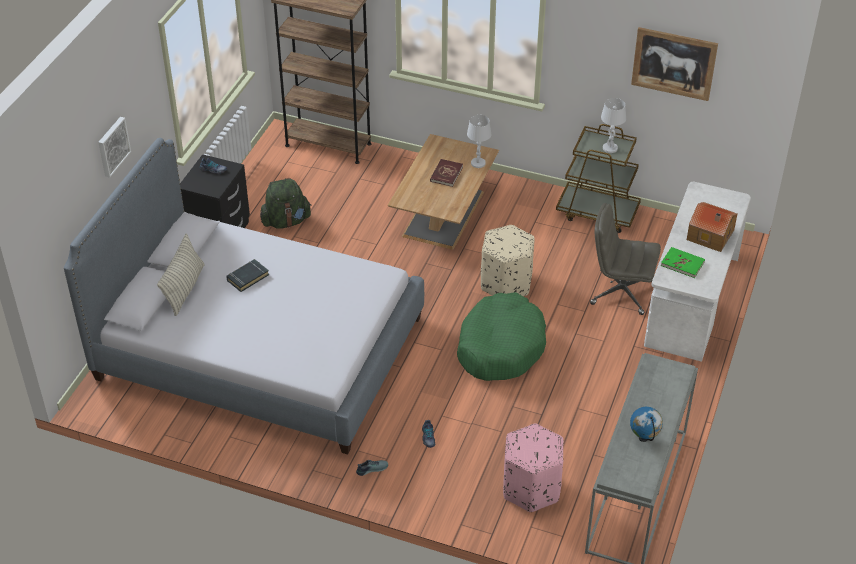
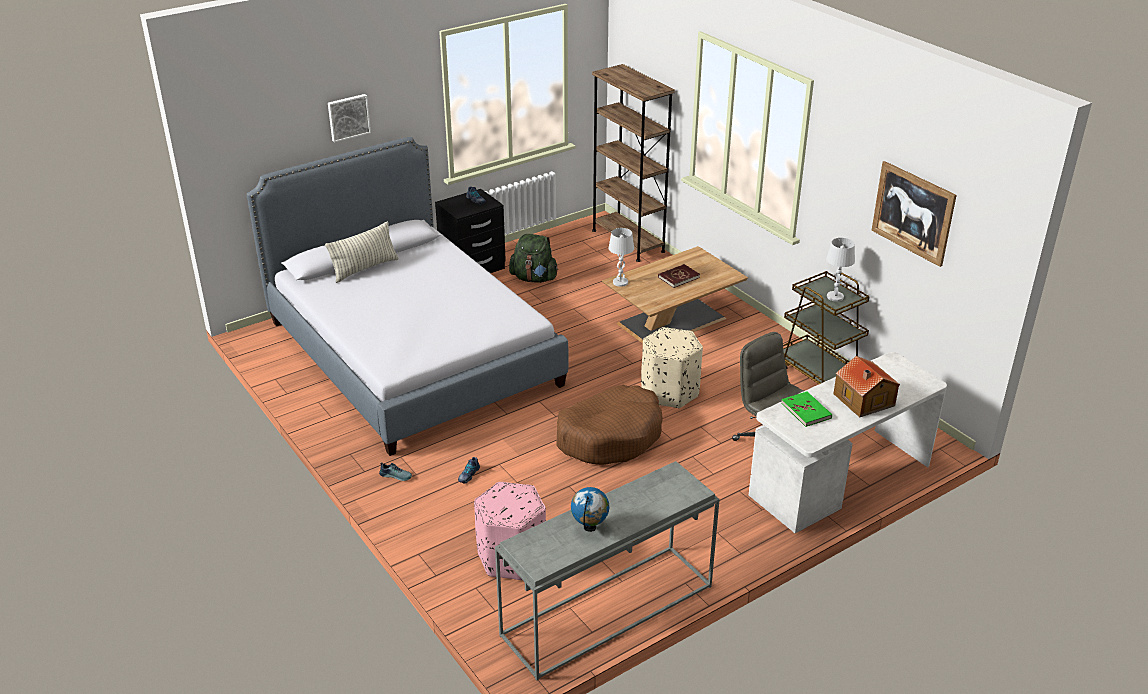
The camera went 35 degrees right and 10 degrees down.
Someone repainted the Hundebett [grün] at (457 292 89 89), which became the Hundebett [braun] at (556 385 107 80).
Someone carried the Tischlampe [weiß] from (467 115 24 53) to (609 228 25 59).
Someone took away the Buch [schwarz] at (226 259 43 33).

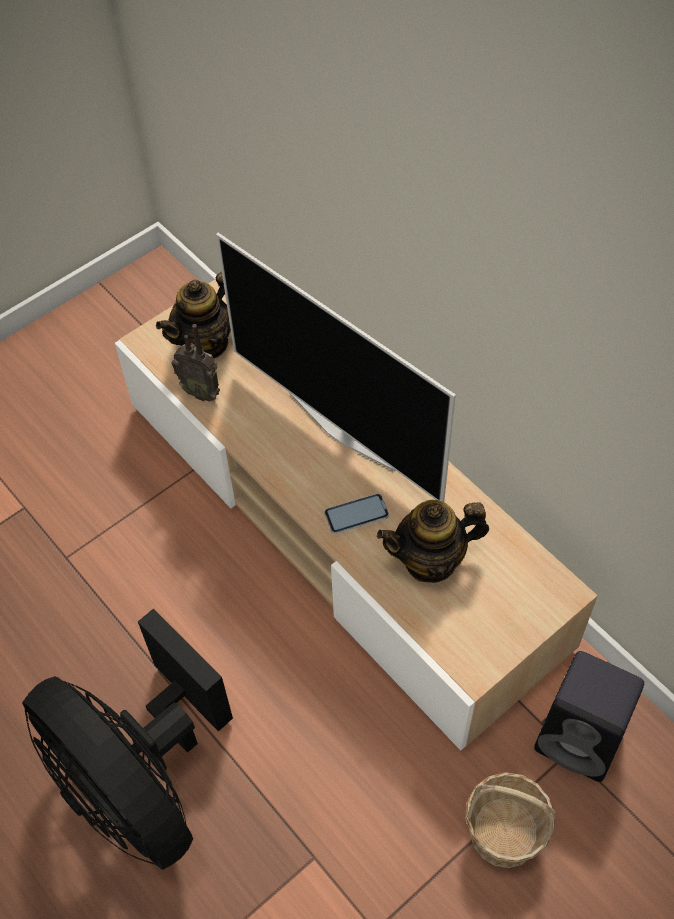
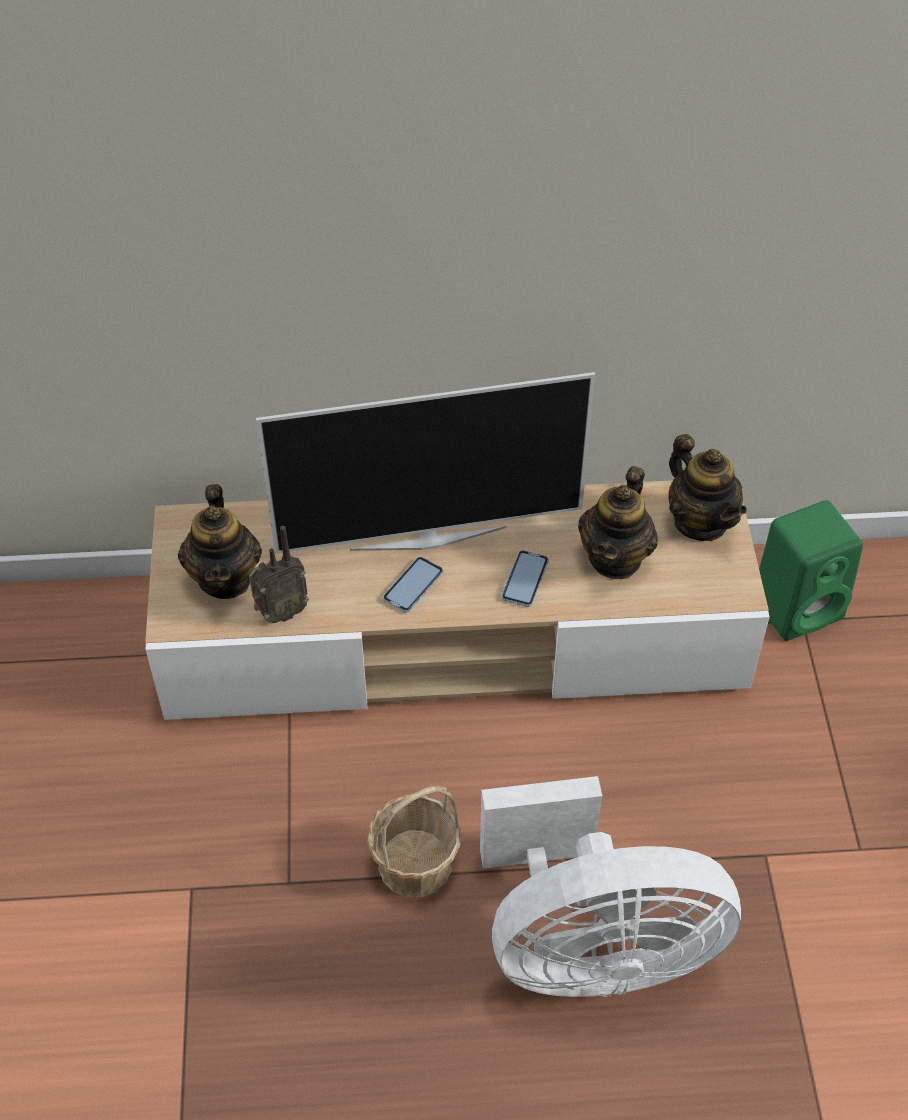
The camera went 55 degrees left and 5 degrees down.
Someone carried the Korb from (465 772 91 96) to (367 786 94 111).
Someone put down the Handy at (383 557 60 56).
Someone repainted the Ventilator [schwarz] at (22 609 211 261), which became the Ventilator [weiß] at (480 776 261 221).
Someone put down the Teekanne at (668 434 79 107).
Someone repainted the Lautsprecher [schwarz] at (534 651 110 131), which became the Lautsprecher [grün] at (759 500 104 141).

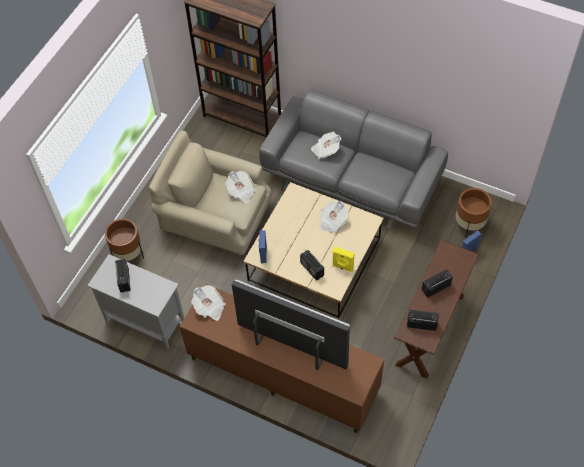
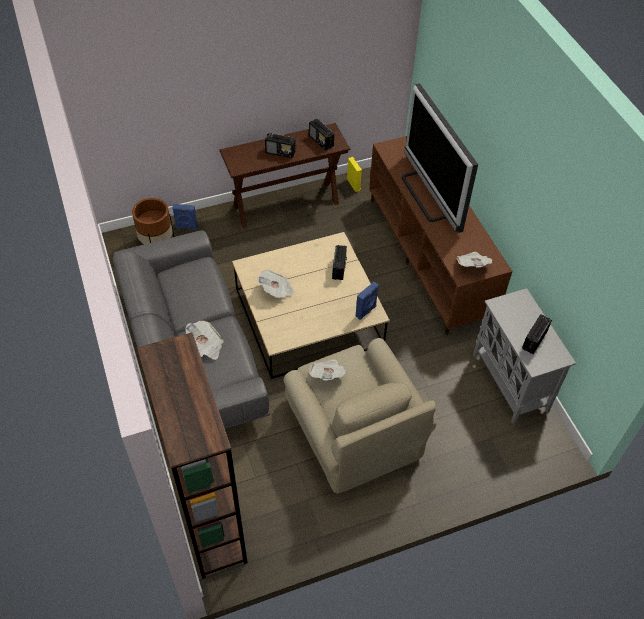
The camera went 140 degrees left and 5 degrees down.
Someone carried the Lautsprecher [gelb] from (332 247 23 25) to (347 157 15 35).
Someone took away the Pflanzkübel [braun] at (105 219 39 42).

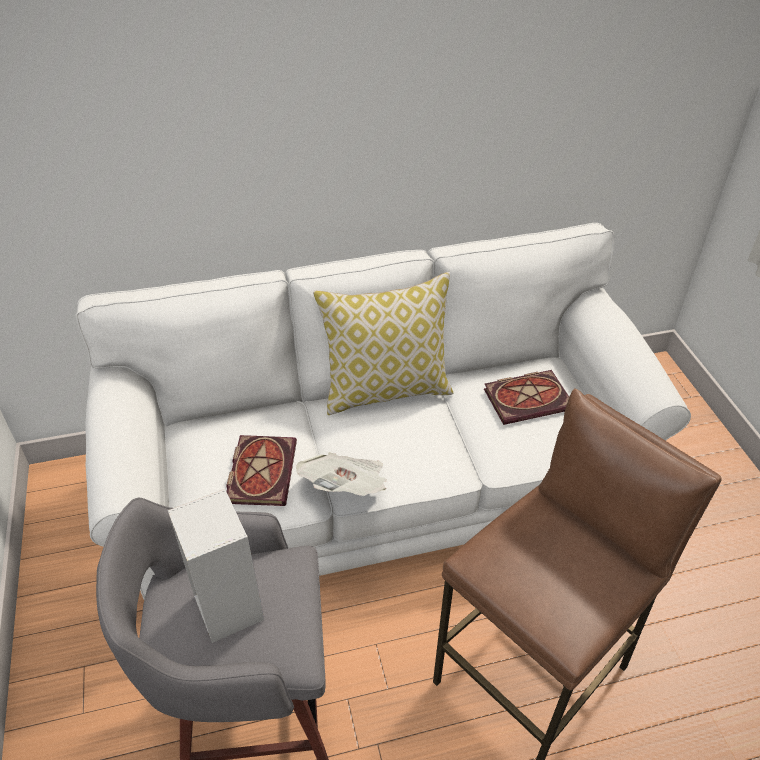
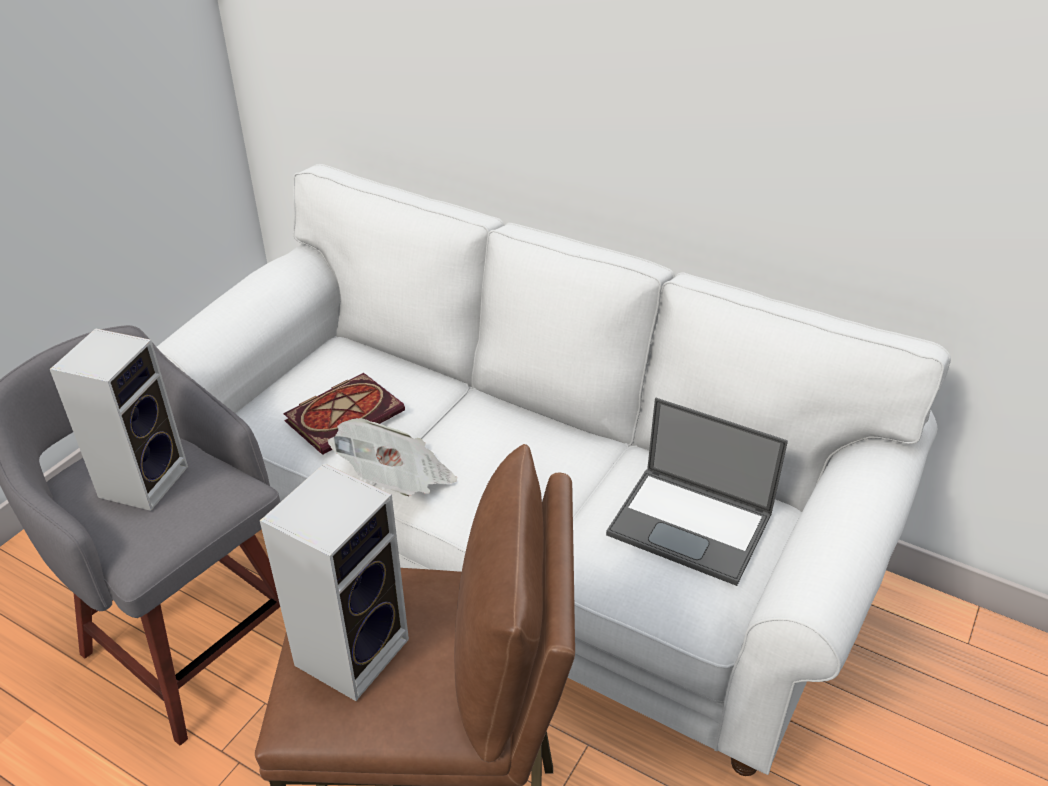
The camera went 45 degrees right and 5 degrees down.
Someone put down the Lautsprecher at (260 463 149 238).
Someone swapped the Buch at (484 370 85 55) for the Laptop at (606 398 182 188).
Someone took away the Kissen at (313 272 141 143).

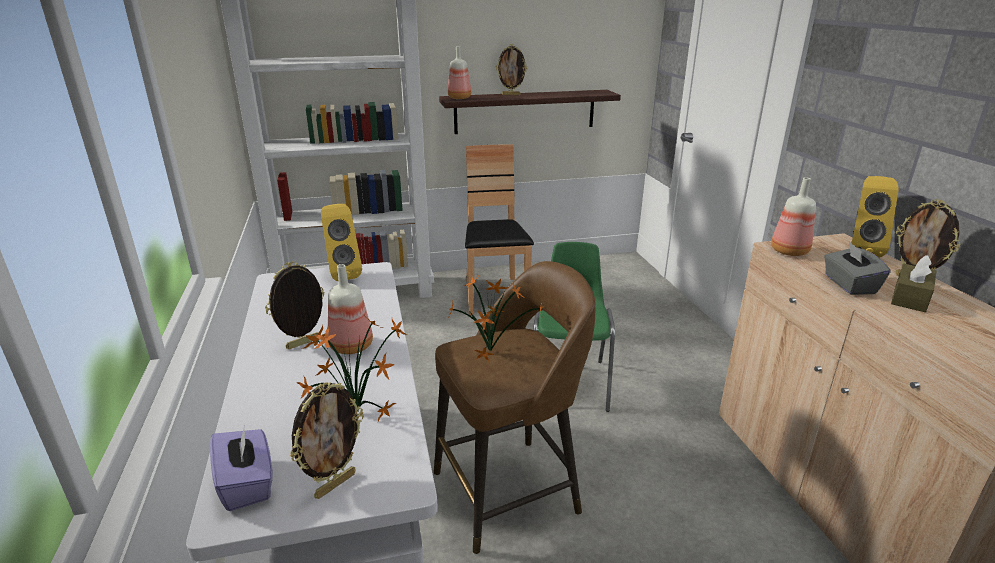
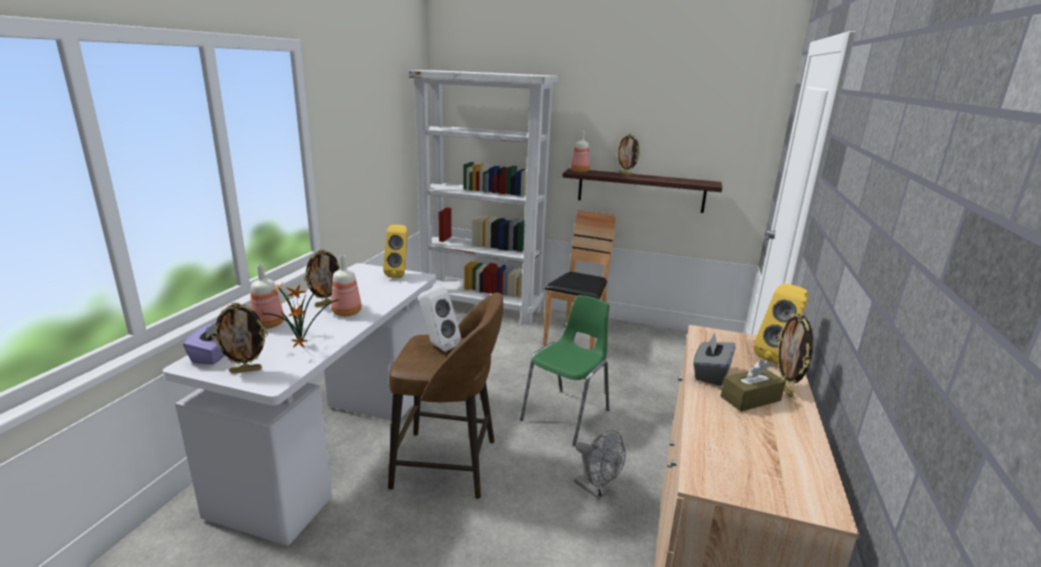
The camera went 30 degrees right and 5 degrees down.
Someone carried the Flasche from (771 177 45 79) to (250 264 34 65).
Someone rotated the Bilderrahmen at (265 262 59 87) by 150 degrees clockwise.
Someone swapped the Topfpflanze at (449 277 94 85) for the Lautsprecher [weiß] at (419 286 42 66).
Someone put down the Ventilator [grau] at (574 430 52 69).

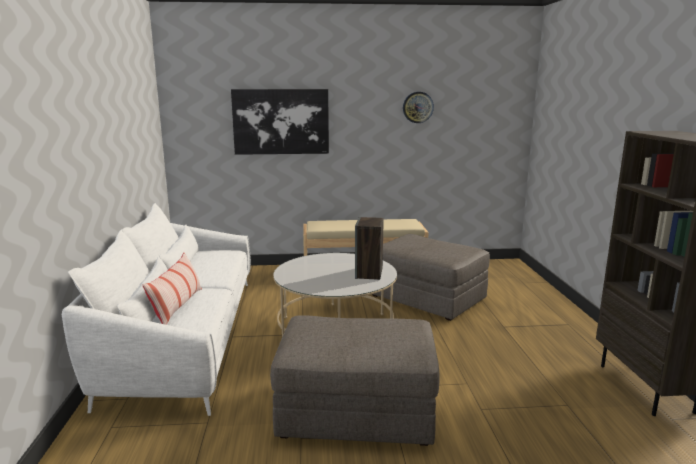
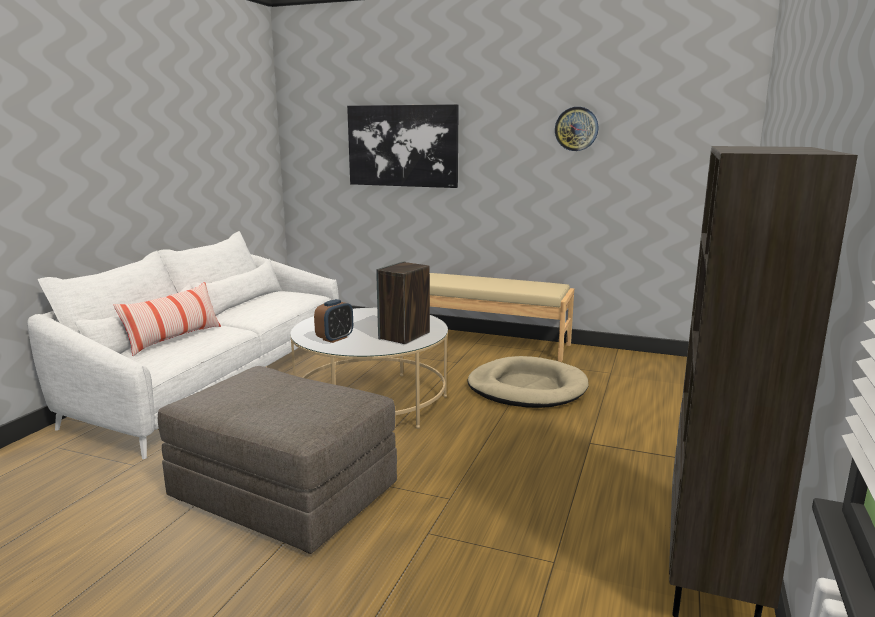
The camera went 25 degrees right and 0 degrees up.
Someone put down the Wecker at (314 299 39 44).
Someone swapped the Polsterhocker [grau] at (372 234 118 87) for the Hundebett [beige] at (468 356 121 52).

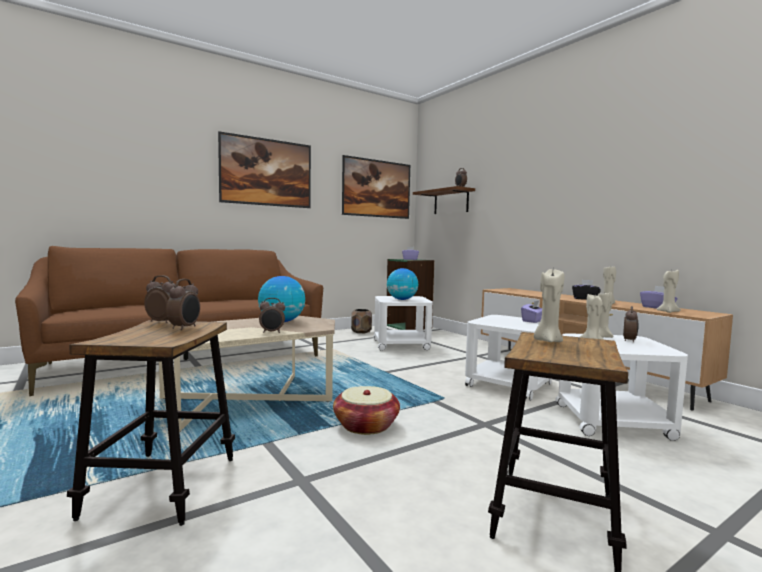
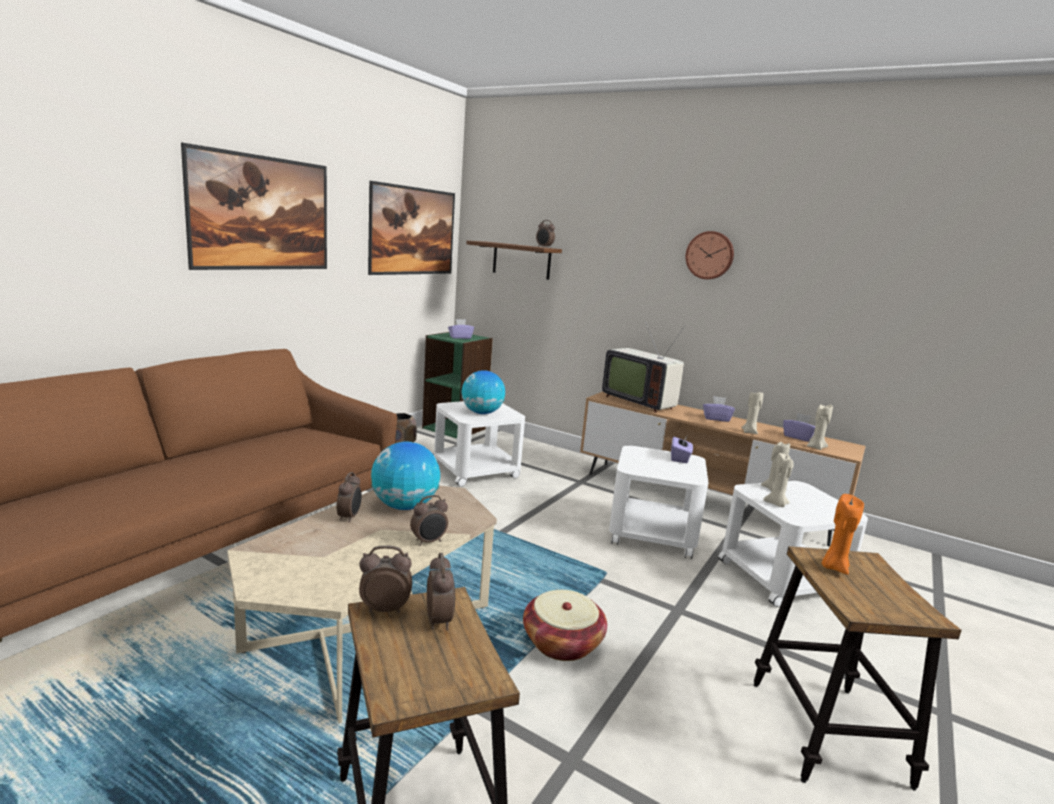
The camera went 25 degrees left and 10 degrees up.
Someone carried the Wecker from (623 306 15 37) to (336 472 26 51).
Someone put down the Fernseher at (602 321 83 92).
Someone put up the Wanduhr at (685 231 49 48).
Someone repainted the Taschentuchbox [schwarz] at (572 280 29 20), which became the Taschentuchbox [lila] at (703 396 32 26).
Someone repainted the Kerze [beige] at (534 269 31 73), which became the Kerze [orange] at (822 494 42 81).

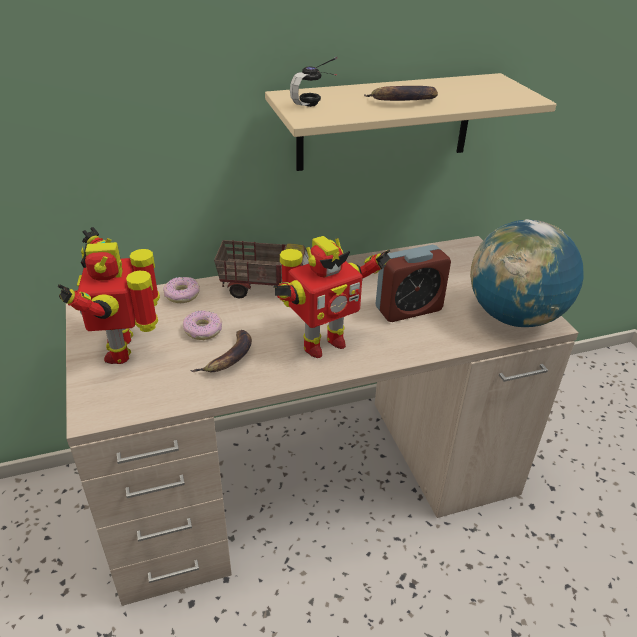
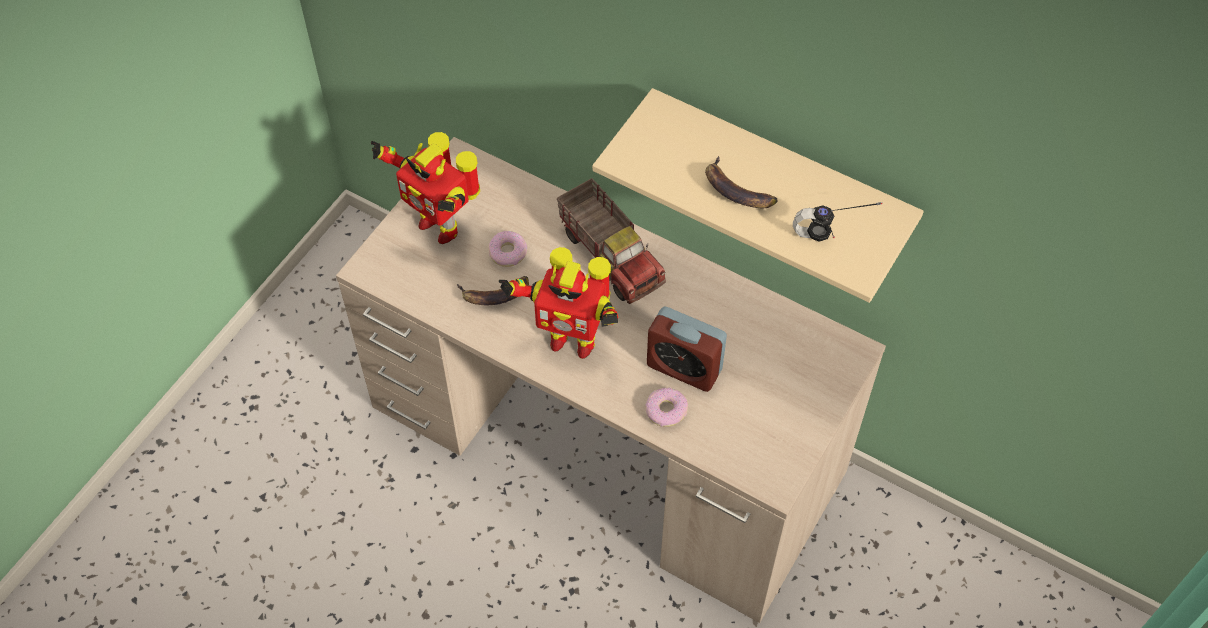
The camera went 50 degrees right and 20 degrees up.
Someone rotated the Spielzeugroboter at (58 227 102 137) by 90 degrees counterclockwise.
Someone carried the Donut from (163 277 37 26) to (645 388 43 39).
Someone carried the Kopfhörer from (290 57 47 50) to (793 202 89 40).
Someone took away the Globus at (470 219 114 108).

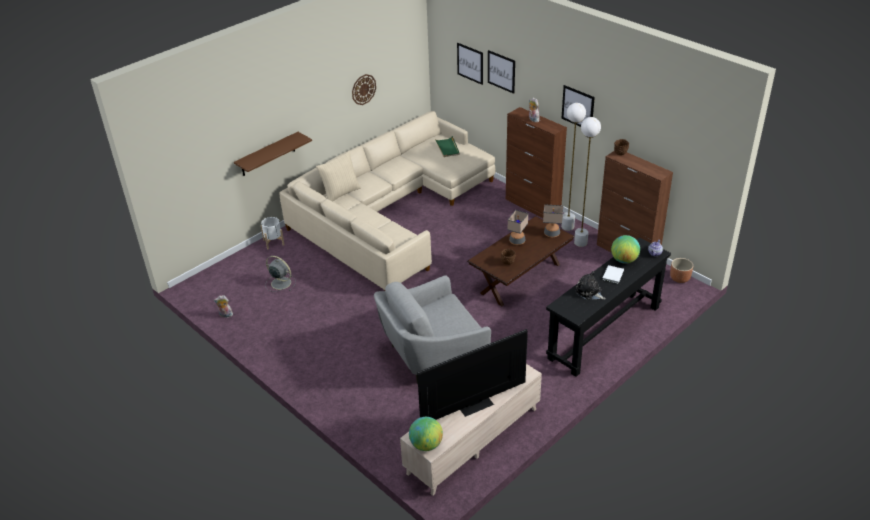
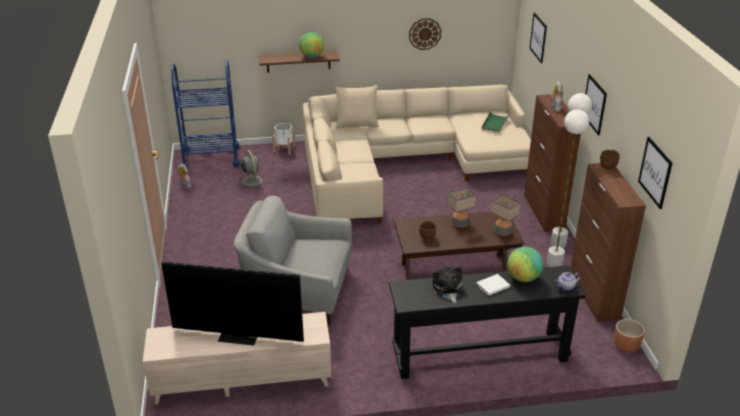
The camera went 35 degrees right and 5 degrees down.
Someone put down the Rollwagen [blau] at (171 60 69 109).
Someone carried the Globus from (409 417 34 34) to (299 32 25 26).
Someone carried the Bild from (488 50 27 44) to (638 137 34 72).

